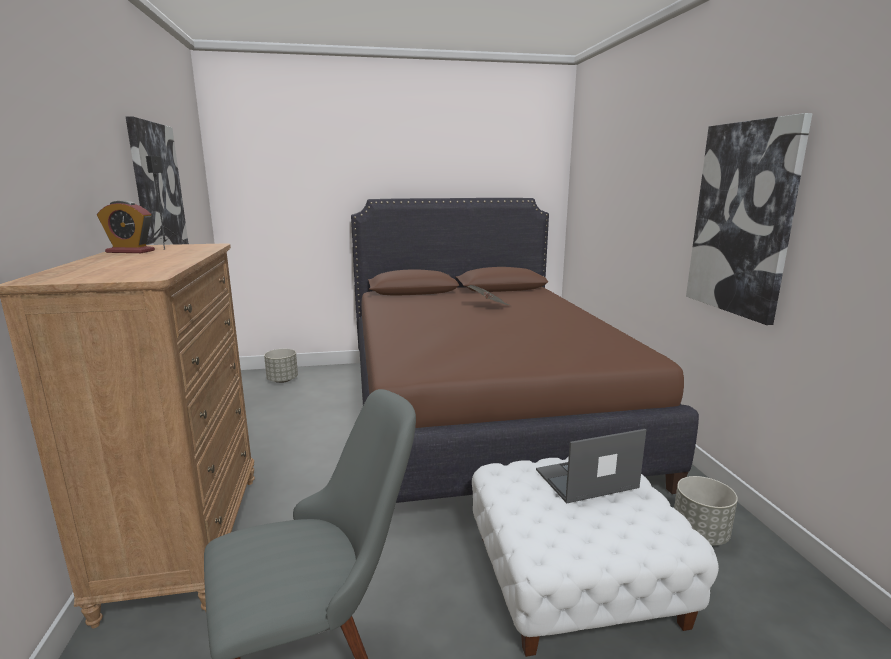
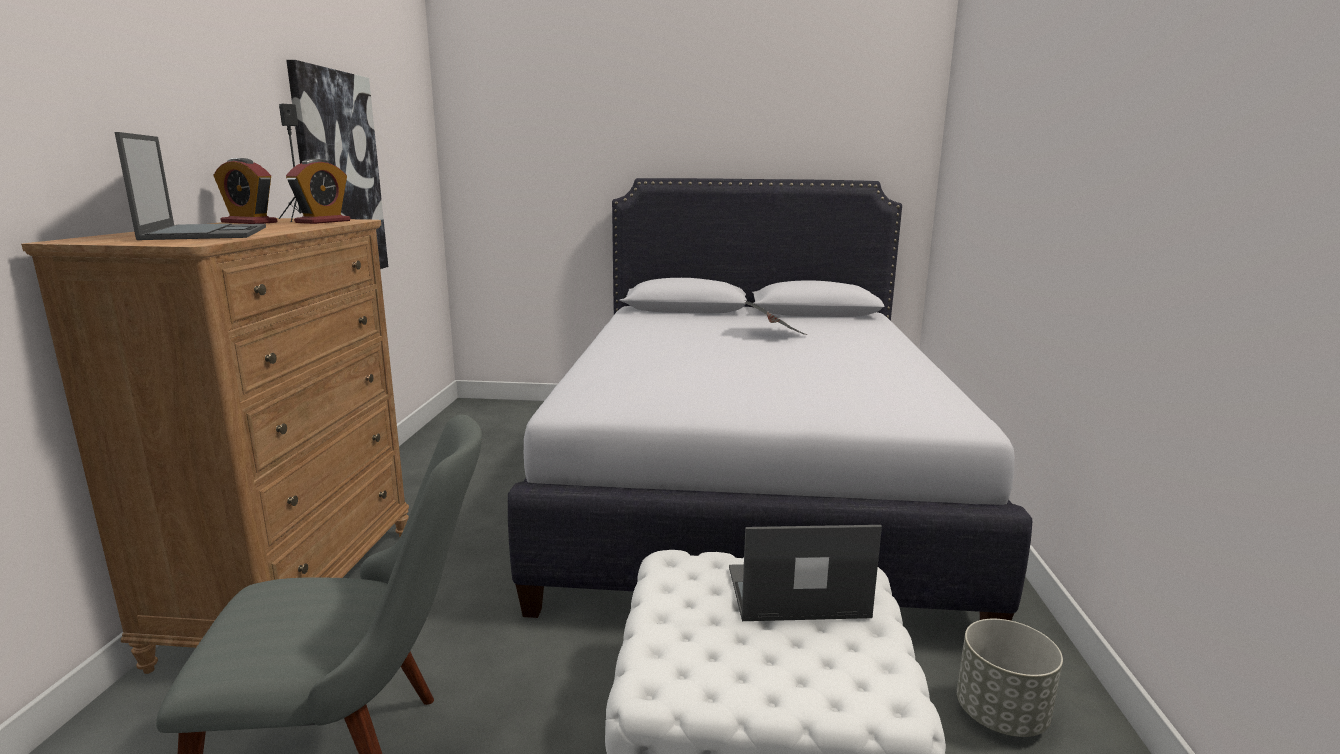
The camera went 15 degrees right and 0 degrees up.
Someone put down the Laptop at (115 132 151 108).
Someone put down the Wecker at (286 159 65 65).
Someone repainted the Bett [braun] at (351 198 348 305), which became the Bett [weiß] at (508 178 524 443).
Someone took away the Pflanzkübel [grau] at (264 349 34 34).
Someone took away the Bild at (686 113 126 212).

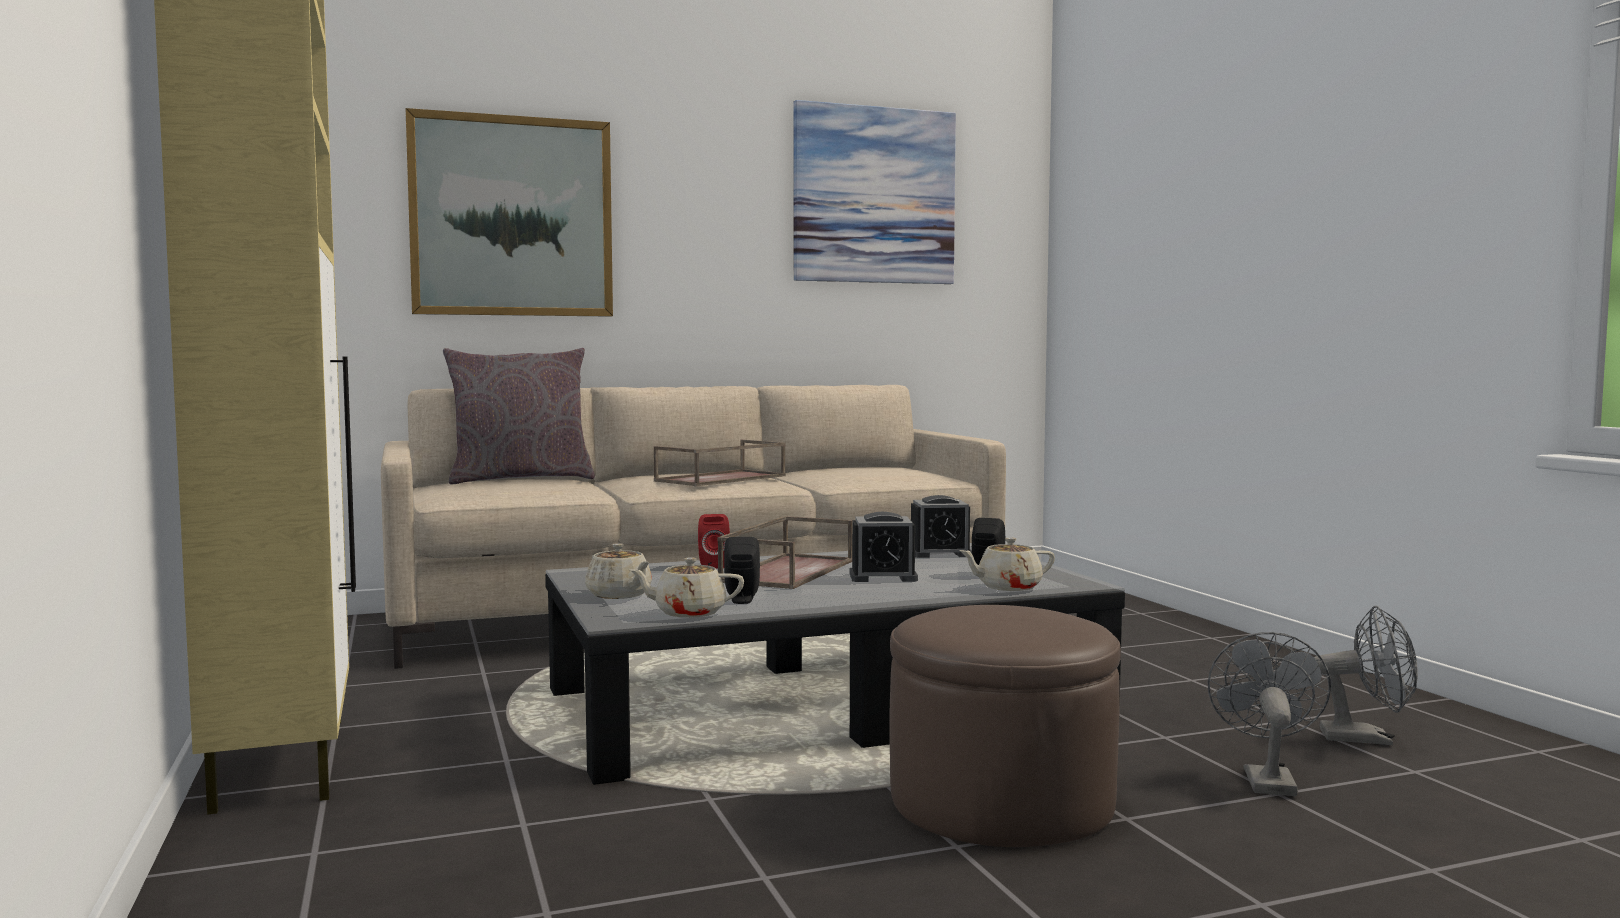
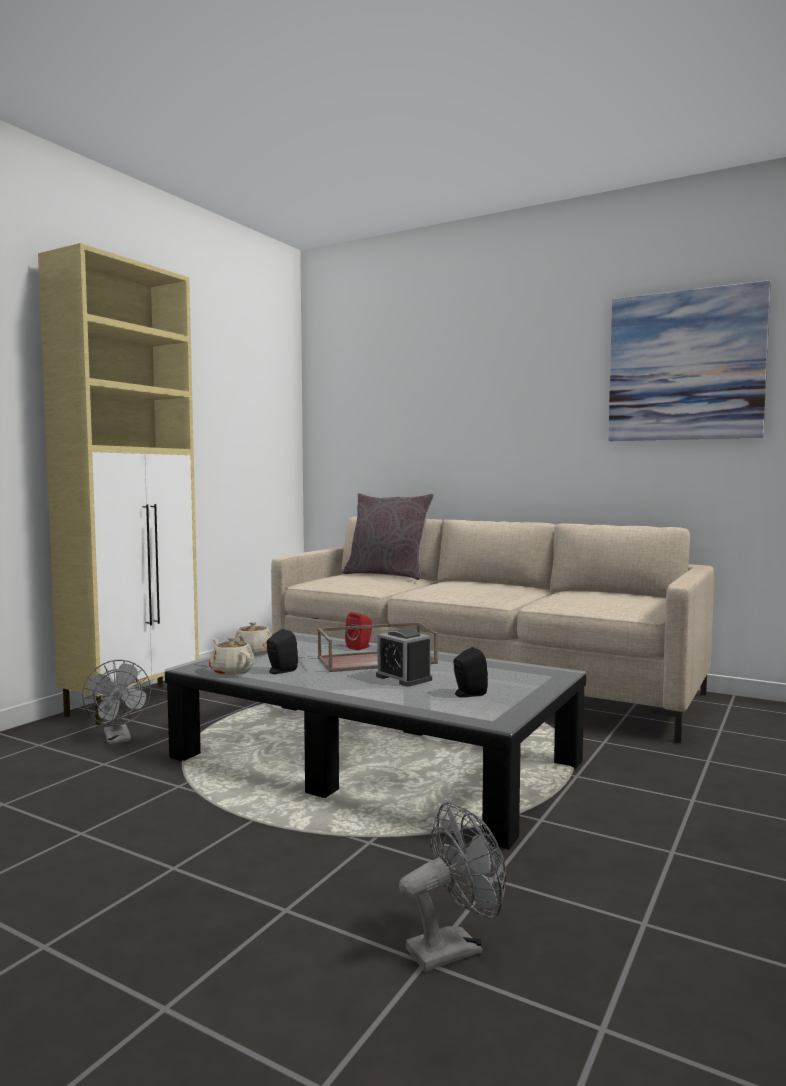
The camera went 50 degrees right and 0 degrees up.
Someone carried the Ventilator [grau] from (1314 606 104 139) to (82 660 69 84).
Someone took away the Bild at (406 108 207 209).
Someone took away the Tablett [braun] at (654 439 132 47).
Someone took away the Polsterhocker [braun] at (889 605 232 242).
Someone took away the Wecker at (911 495 61 63).
Someone took away the Teekanne [beige] at (959 537 96 54).

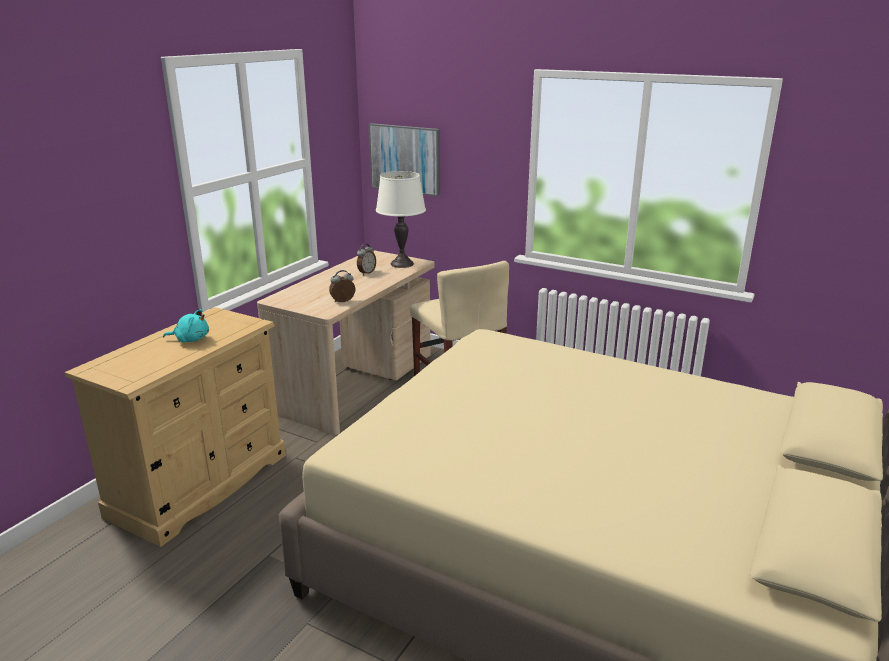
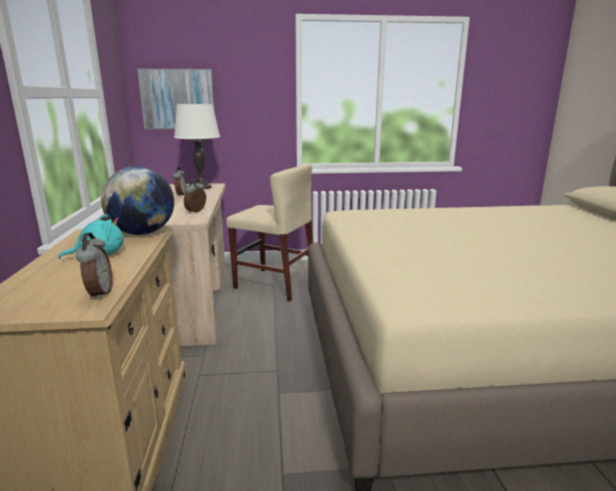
The camera went 35 degrees left and 5 degrees down.
Someone put down the Wecker at (76 233 36 67).
Someone put down the Globus at (101 166 73 69).

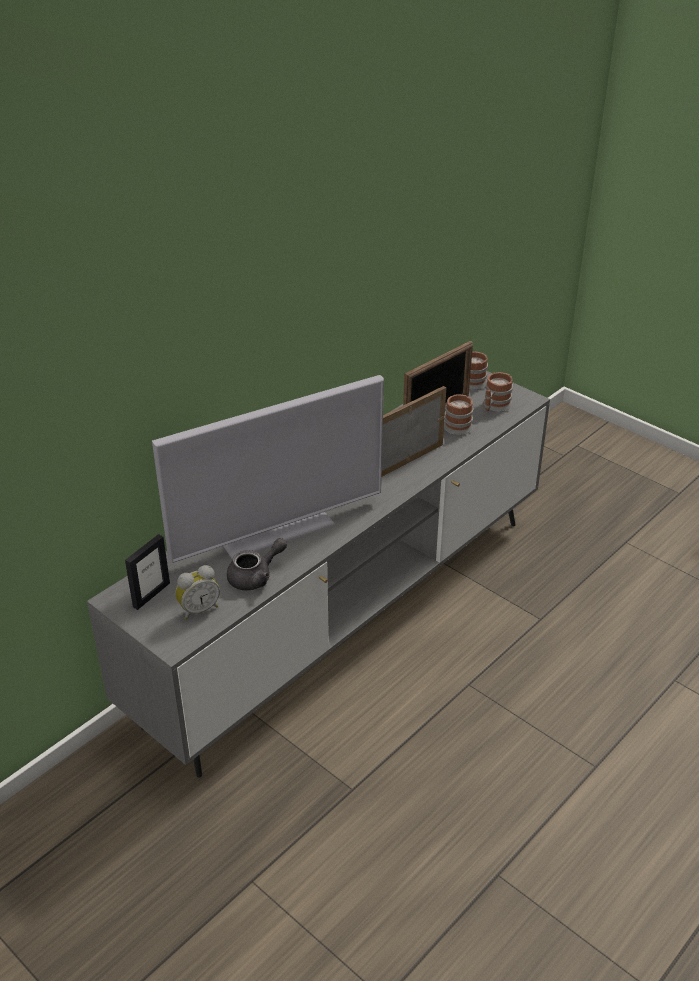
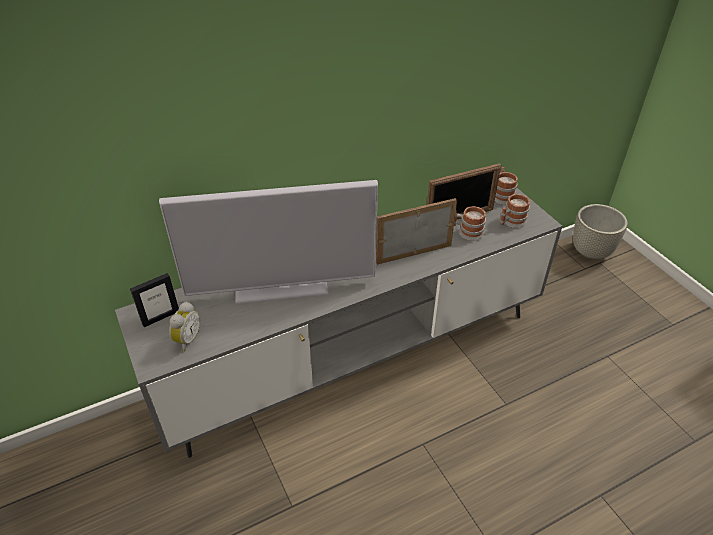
The camera went 20 degrees right and 5 degrees up.
Someone rotated the Wecker at (175 565 45 55) by 60 degrees counterclockwise.
Someone put down the Pflanzkübel [grau] at (573 204 55 56).
Someone took away the Teekanne [grau] at (227 538 60 53).

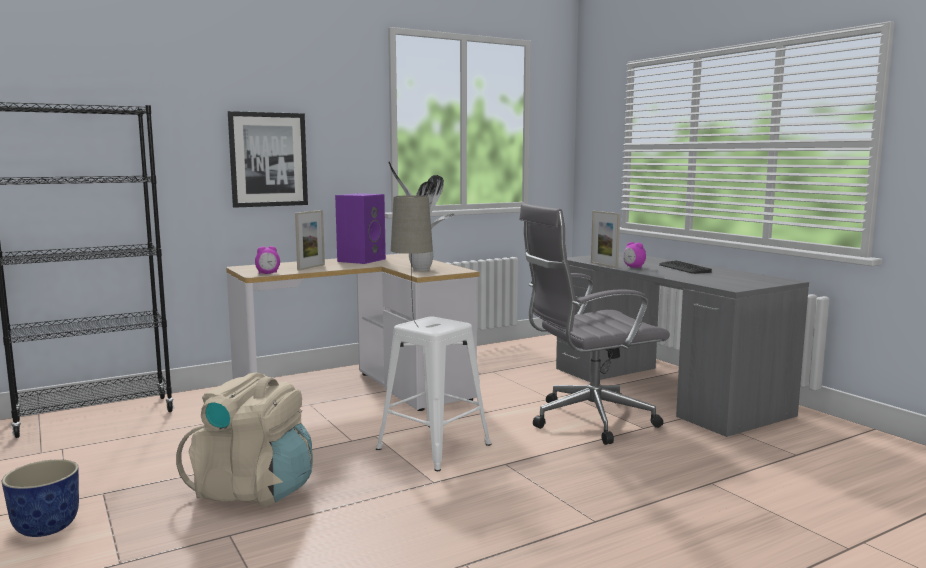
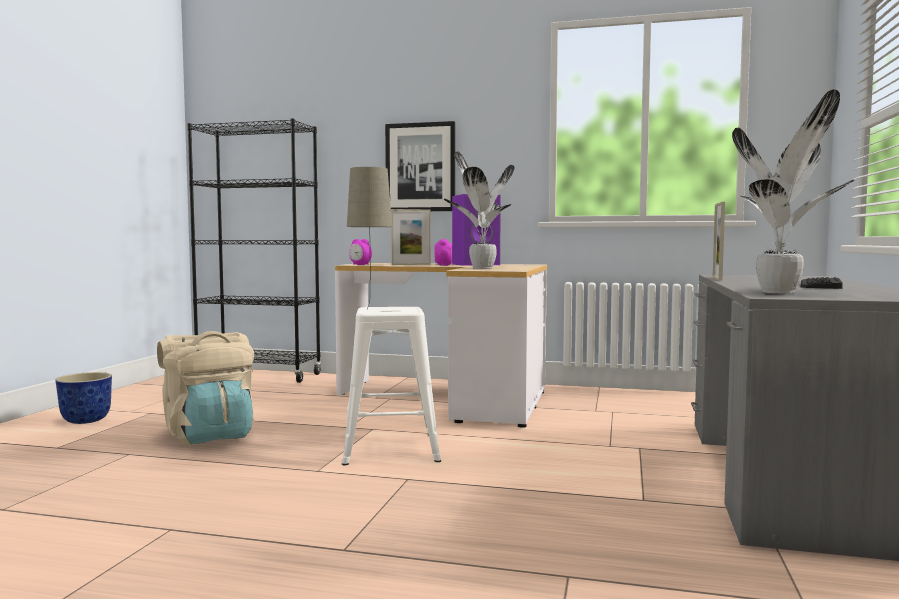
The camera went 45 degrees right and 5 degrees down.
Someone carried the Wecker from (623 242 23 26) to (434 239 18 27).
Someone put down the Topfpflanze at (732 89 123 205).
Someone took away the Bürostuhl [grau] at (519 203 151 242).

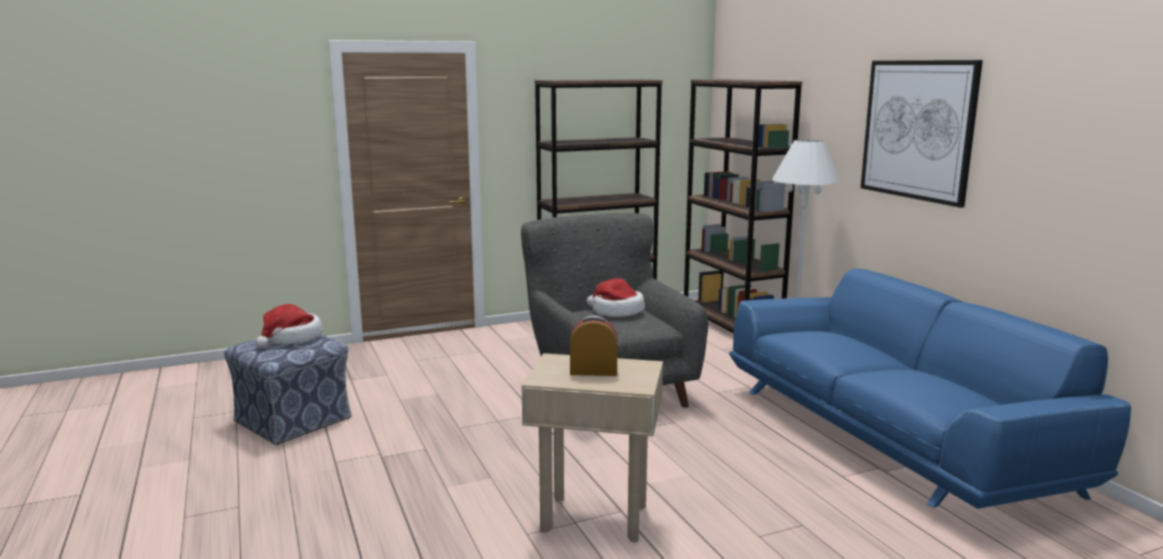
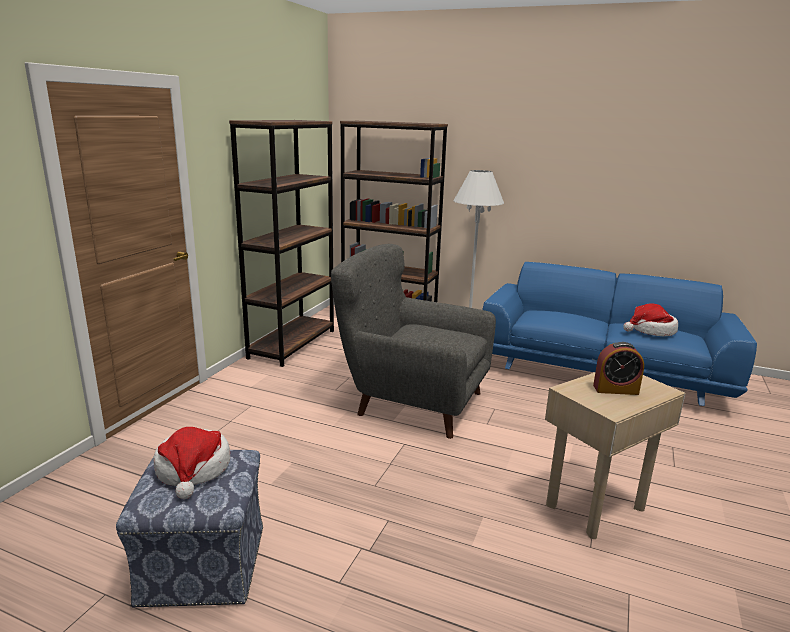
The camera went 45 degrees left and 5 degrees up.
Someone rotated the Wecker at (570 315 48 61) by 135 degrees counterclockwise.
Someone carried the Hut from (587 278 58 39) to (623 303 55 33).
Someone took away the Bild at (861 60 122 148).

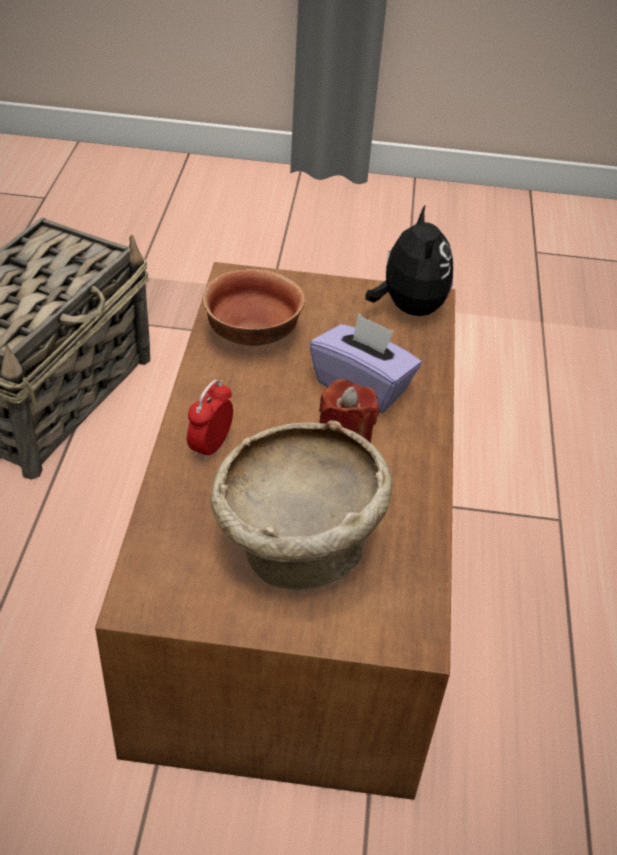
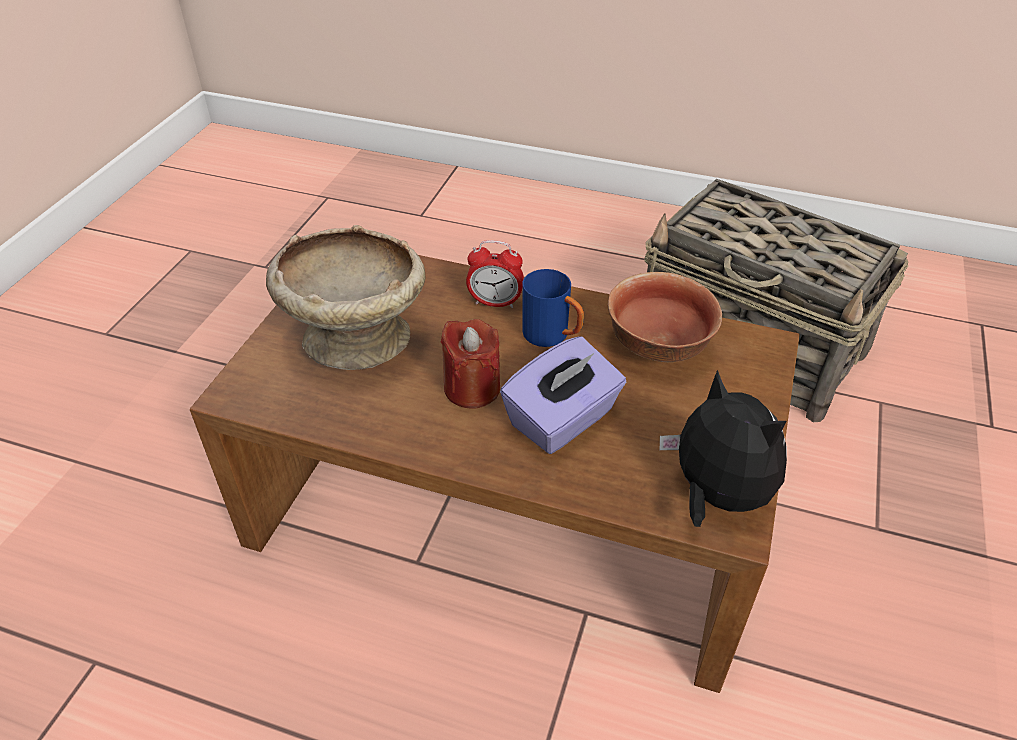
The camera went 105 degrees right and 0 degrees up.
Someone rotated the Wecker at (187 379 46 82) by 150 degrees clockwise.
Someone put down the Henkelbecher [blau] at (522 269 62 78).
Someone rotated the Plüschtier at (365 204 88 112) by 135 degrees counterclockwise.

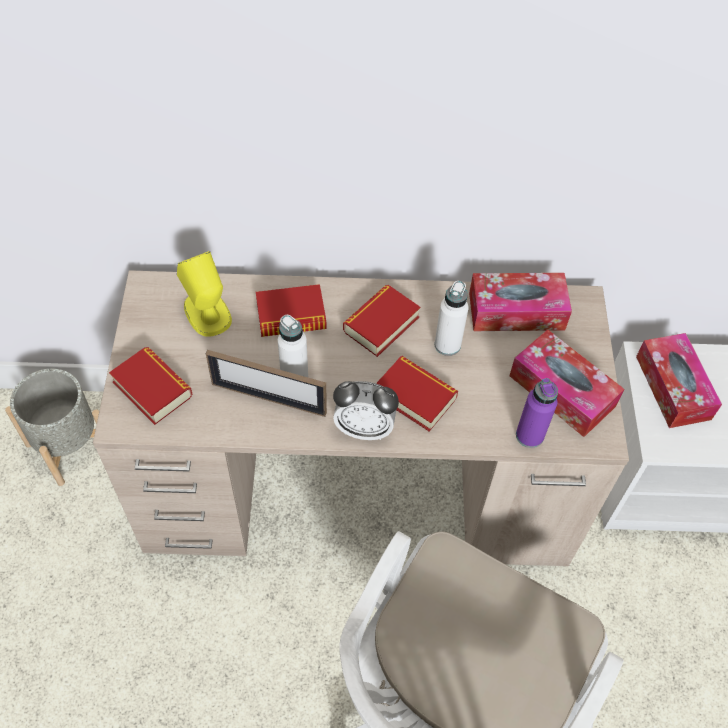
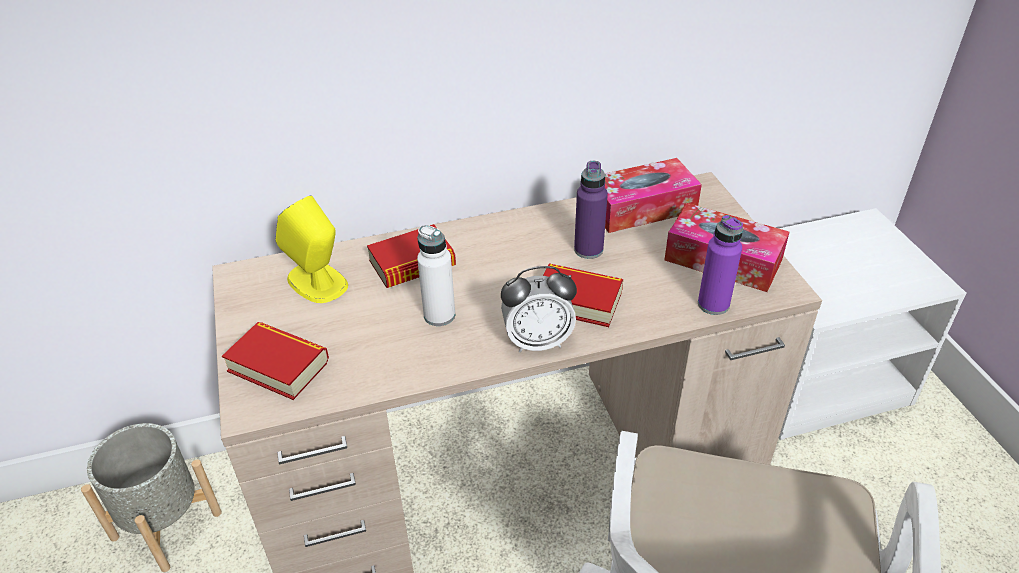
The camera went 15 degrees left and 15 degrees down.
Someone repainted the Flasche [weiß] at (434 281 35 75), which became the Flasche [lila] at (574 161 34 98).
Someone took away the Bilderrahmen at (206 350 121 67).
Someone took away the Buch at (343 285 78 72).
Someone took away the Taschentuchbox at (636 333 86 95).

